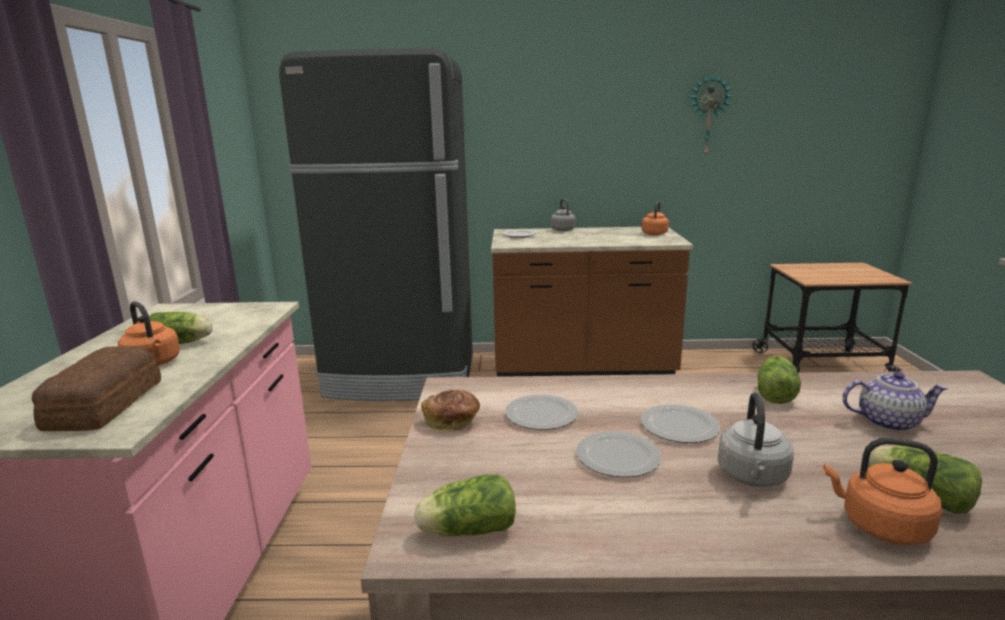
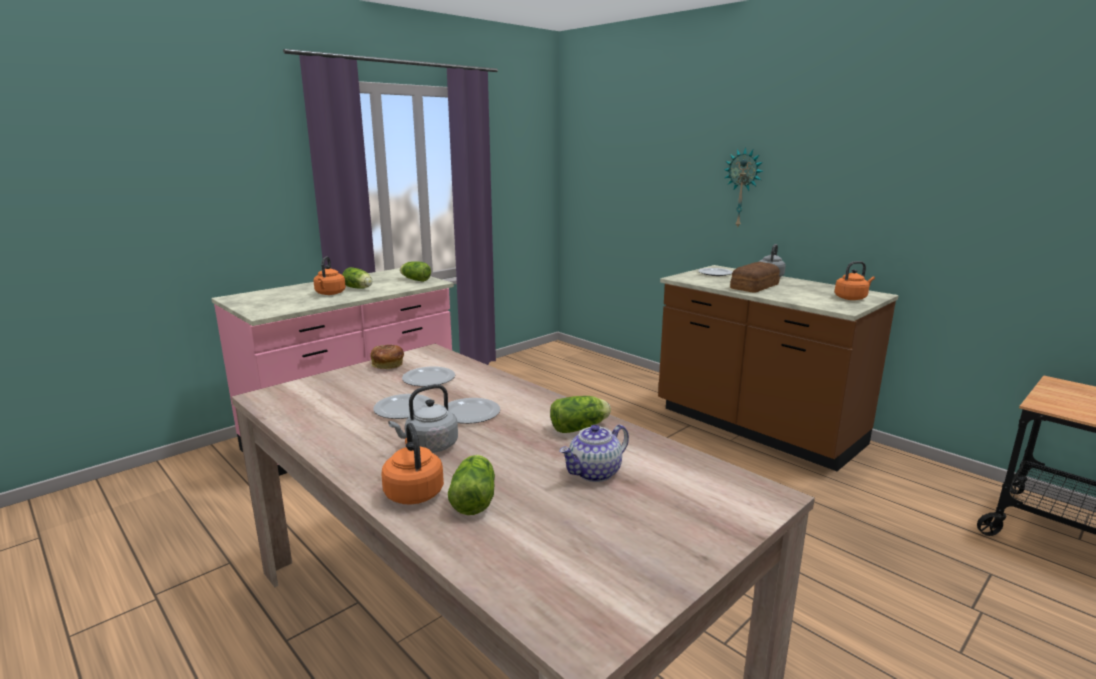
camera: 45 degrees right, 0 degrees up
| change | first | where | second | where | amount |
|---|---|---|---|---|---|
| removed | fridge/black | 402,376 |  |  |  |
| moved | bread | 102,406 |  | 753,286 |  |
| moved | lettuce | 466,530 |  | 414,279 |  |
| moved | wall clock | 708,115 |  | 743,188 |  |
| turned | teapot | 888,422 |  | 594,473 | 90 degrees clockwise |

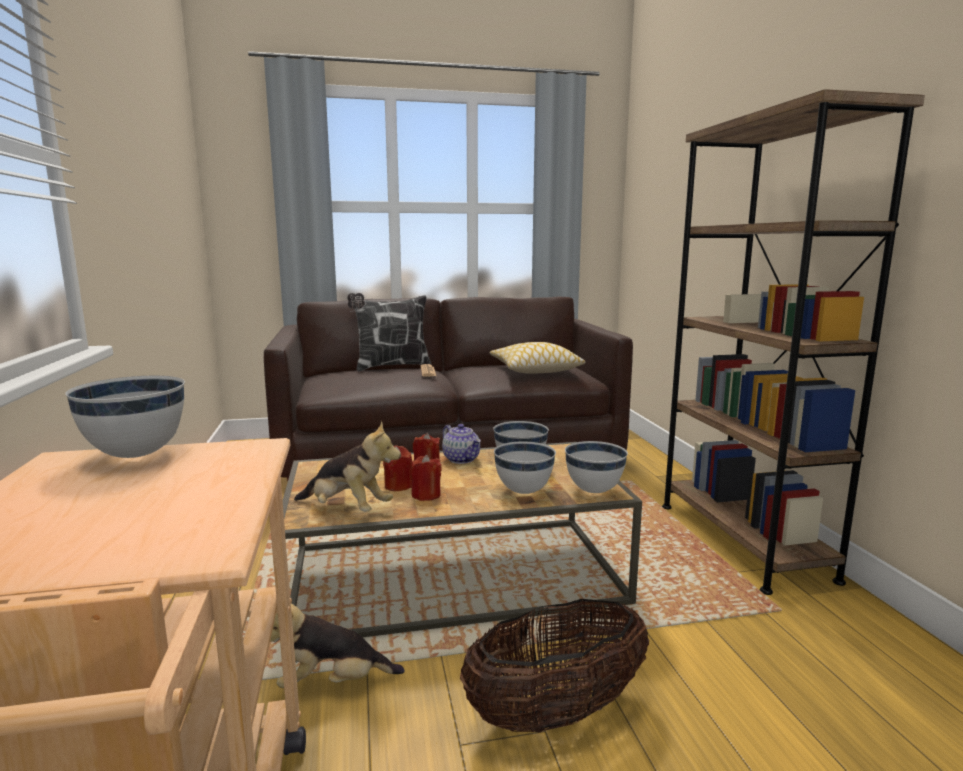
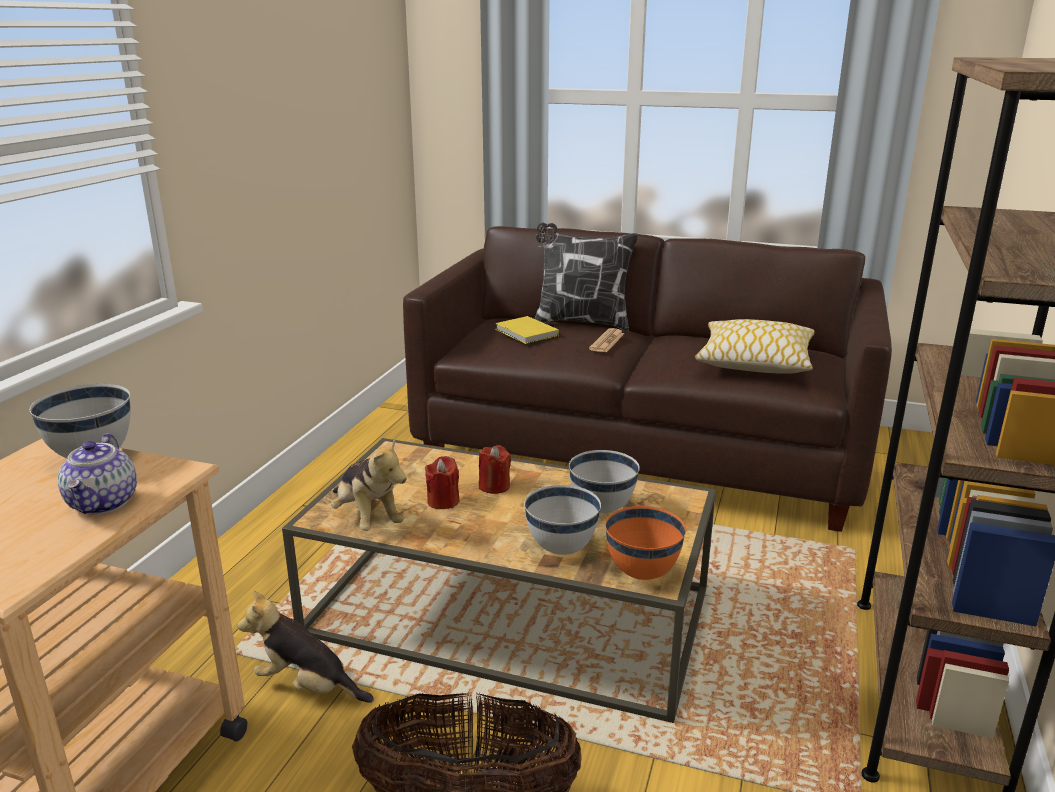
camera: 30 degrees right, 10 degrees up
| change | first | where | second | where | amount |
|---|---|---|---|---|---|
| removed | candle/red | 426,495 |  |  |  |
| added |  |  | book/yellow | 526,333 |  |
| moved | teapot | 462,459 |  | 104,503 |  |
| recoloured | bowl/white | 593,491 | bowl/orange | 641,573 |  |

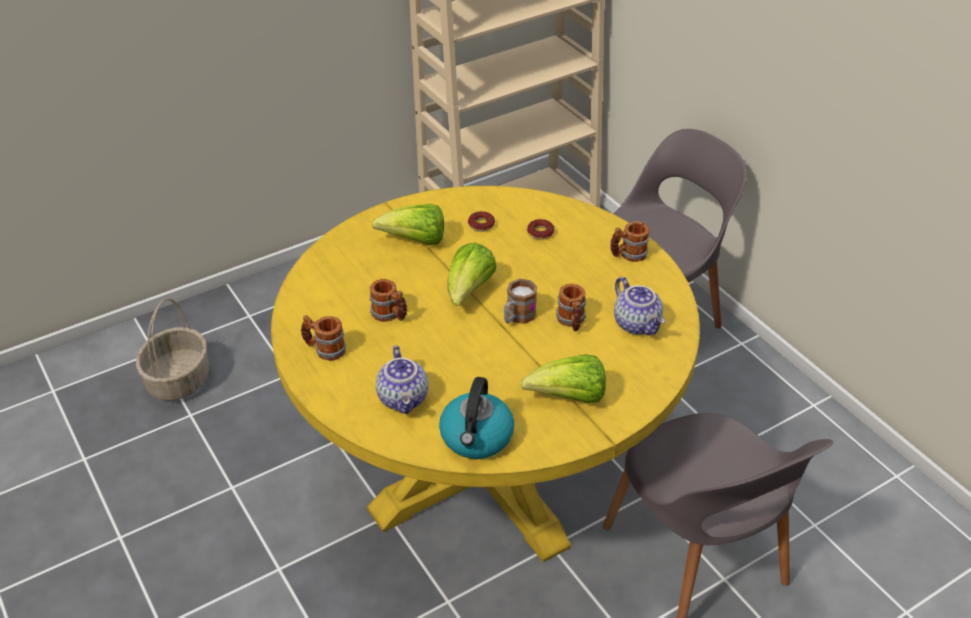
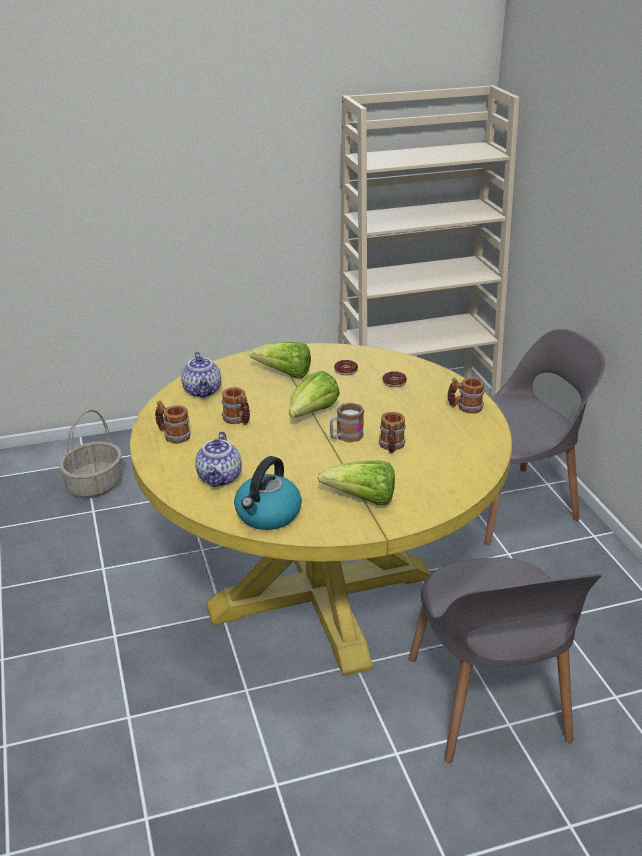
camera: 15 degrees right, 10 degrees down
| change | first | where | second | where | amount |
|---|---|---|---|---|---|
| moved | teapot | 638,324 |  | 203,391 |  |

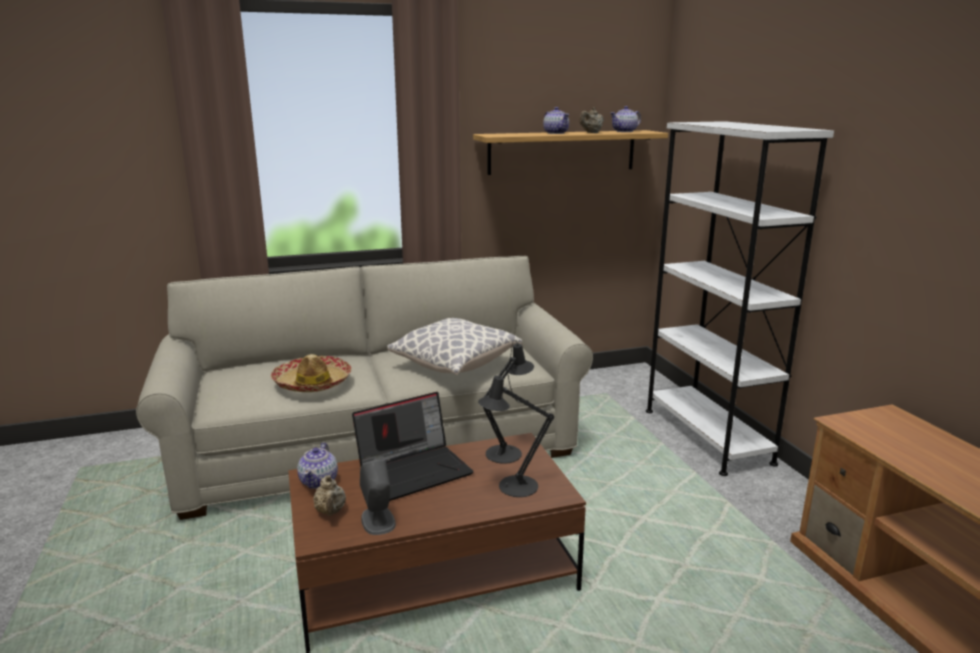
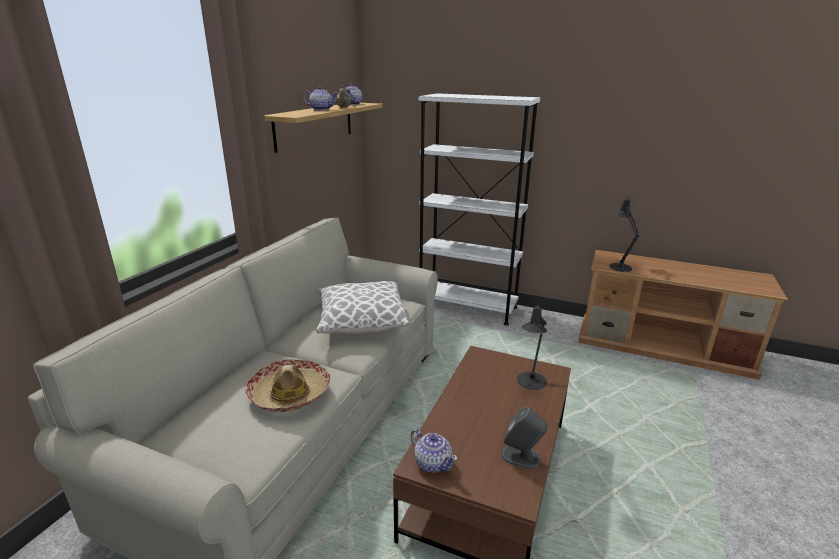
camera: 50 degrees left, 5 degrees up
| change | first | where | second | where | amount |
|---|---|---|---|---|---|
| removed | teapot/beige | 330,512 |  |  |  |
| removed | laptop | 415,470 |  |  |  |
| moved | table lamp/black | 507,452 |  | 618,266 |  |

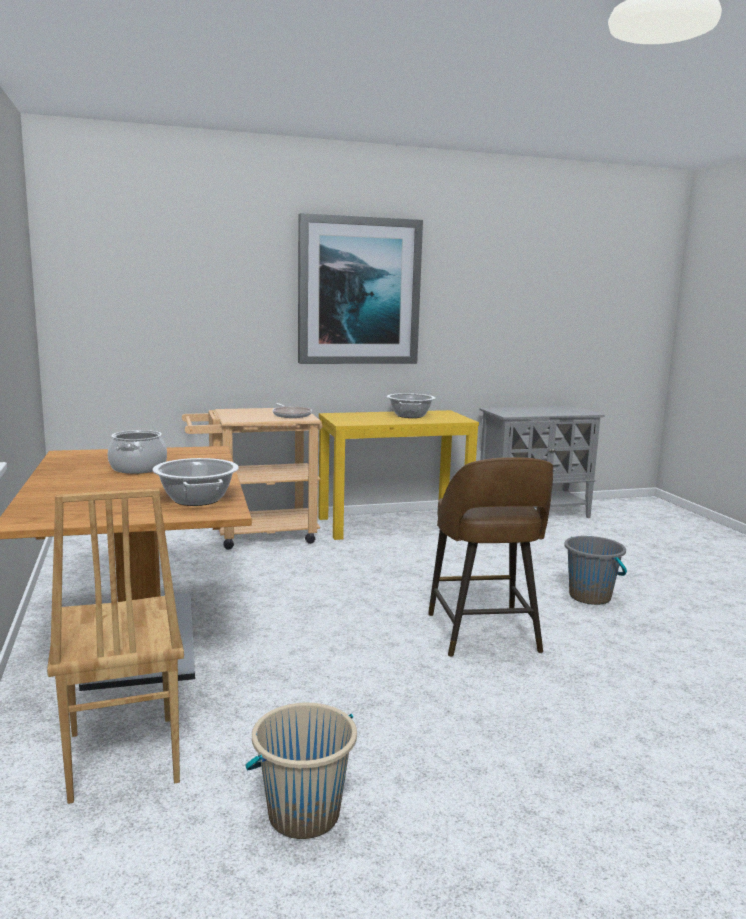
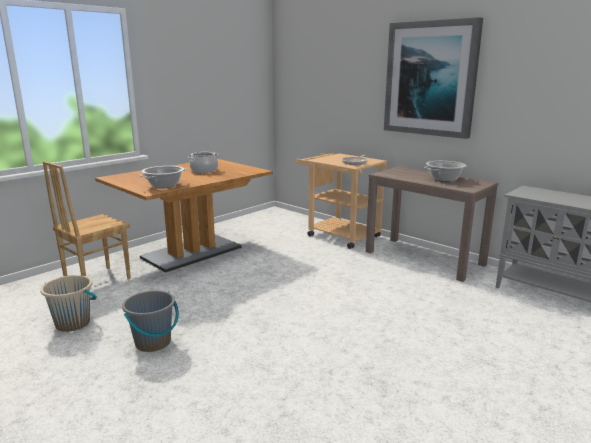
camera: 60 degrees right, 5 degrees up
| change | first | where | second | where | amount |
|---|---|---|---|---|---|
| removed | stool/brown | 483,634 |  |  |  |
| moved | bucket/grey | 590,596 |  | 153,343 |  |
| recoloured | console table/yellow | 394,523 | console table/brown | 424,258 |  |

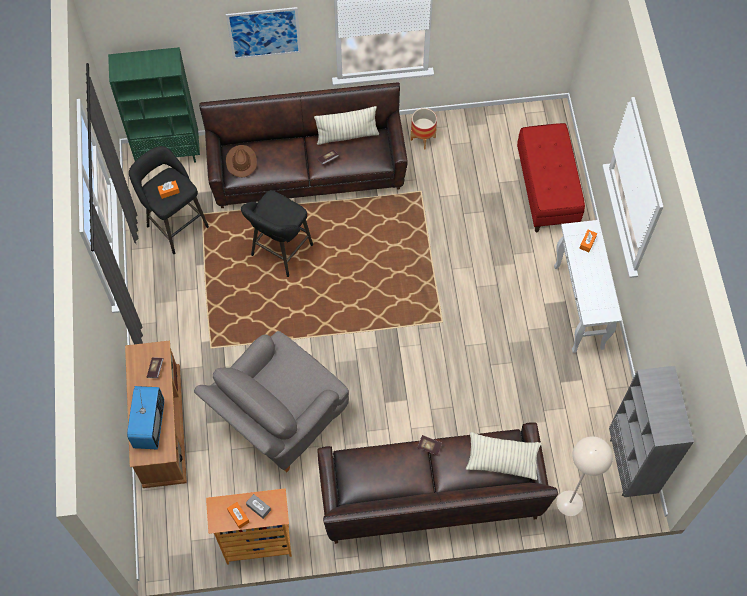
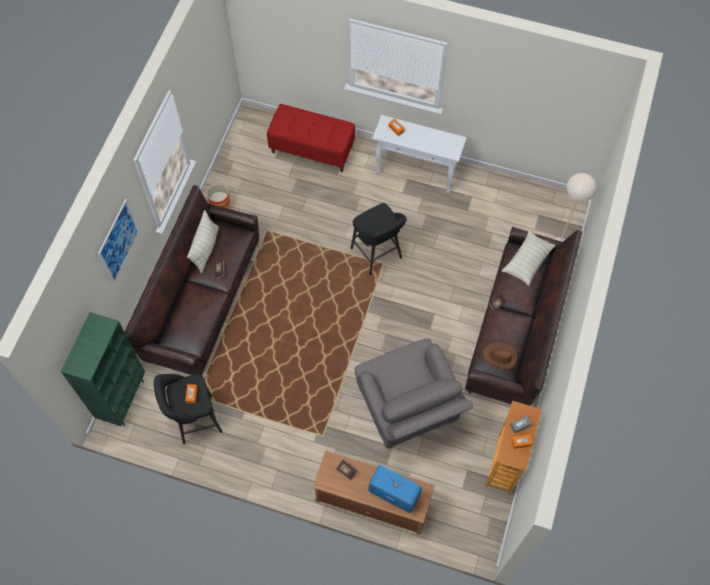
camera: 65 degrees left, 0 degrees up
| change | first | where | second | where | amount |
|---|---|---|---|---|---|
| removed | bookcase/grey | 630,466 |  |  |  |
| moved | hat/brown | 241,162 |  | 500,356 |  |
| moved | stool/black | 280,253 |  | 377,255 |  |

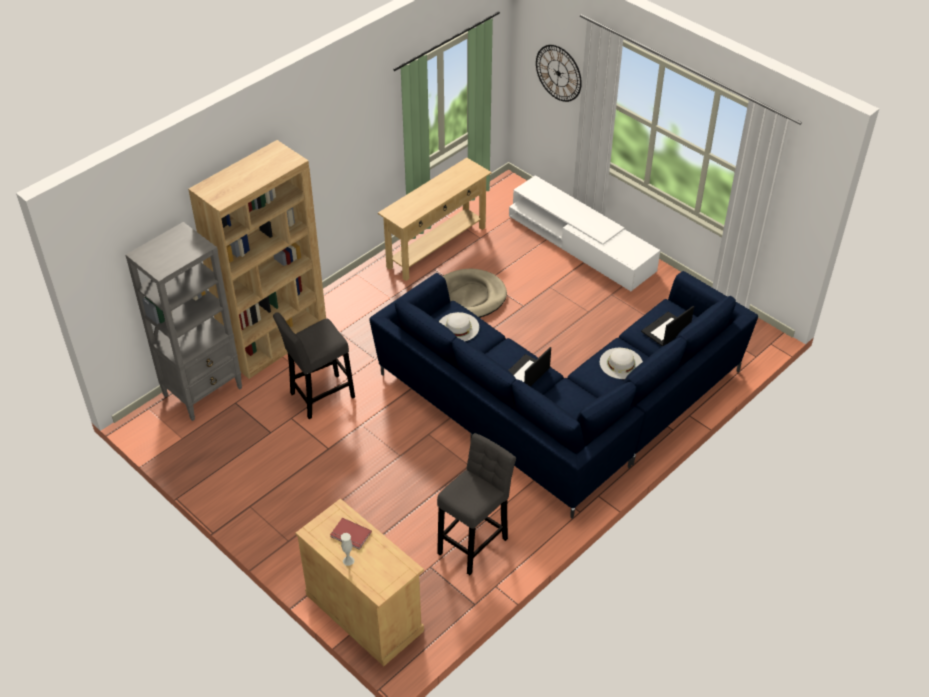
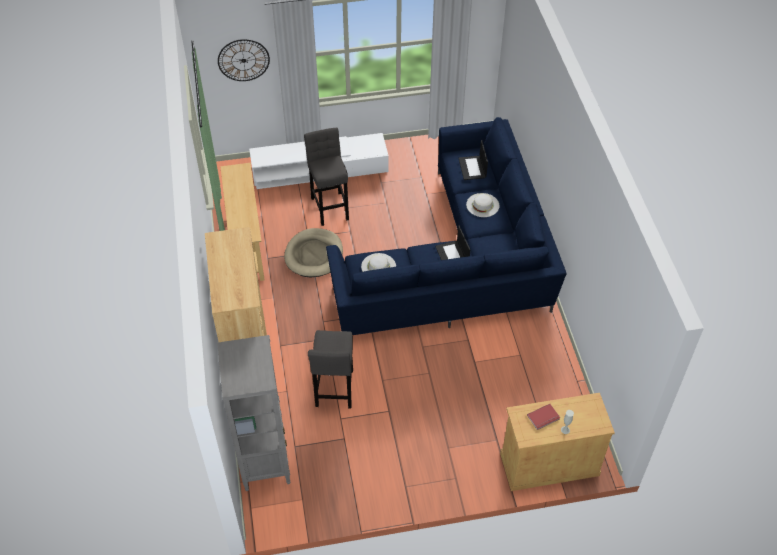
camera: 55 degrees left, 5 degrees up
| change | first | where | second | where | amount |
|---|---|---|---|---|---|
| moved | stool/grey | 475,543 |  | 330,206 |  |

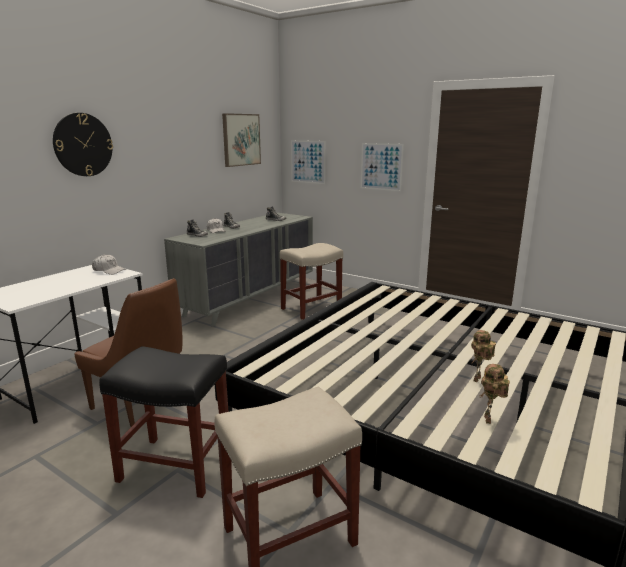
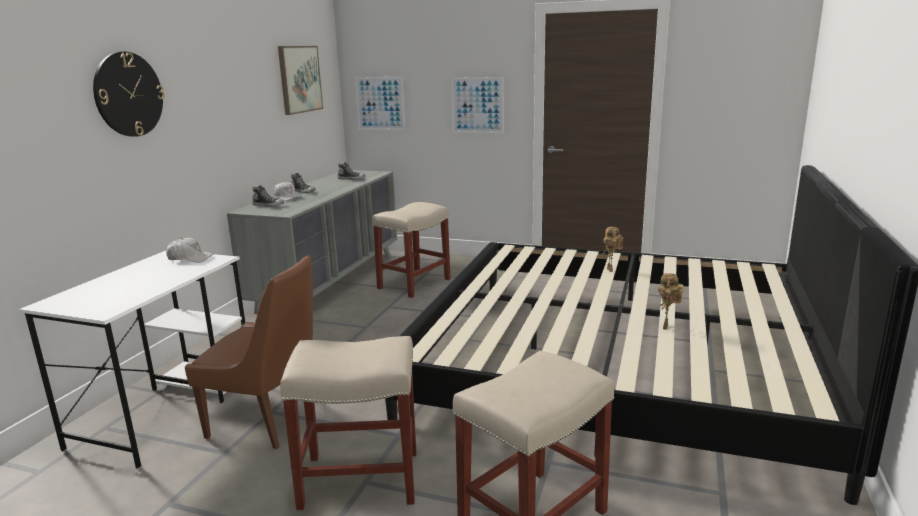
camera: 15 degrees left, 0 degrees up
| change | first | where | second | where | amount |
|---|---|---|---|---|---|
| moved | toy robot | 489,420 |  | 611,270 |  |
| recoloured | stool/black | 177,466 | stool/beige | 362,478 |  |

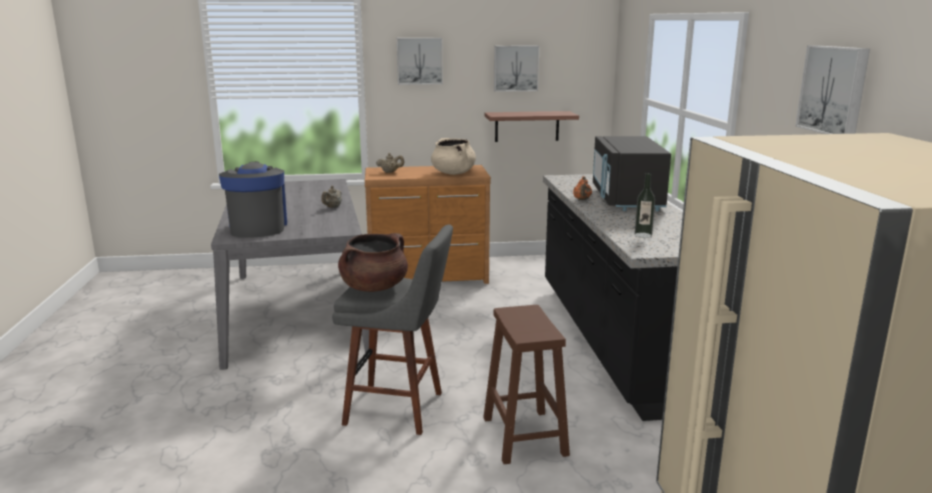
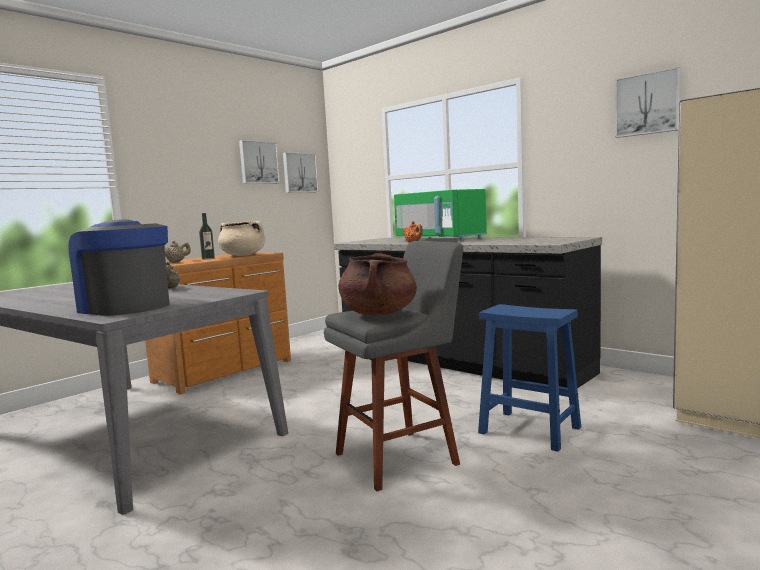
camera: 40 degrees left, 10 degrees down
| change | first | where | second | where | amount |
|---|---|---|---|---|---|
| removed | shelf | 527,126 |  |  |  |
| moved | picture | 419,61 |  | 299,173 |  |
| moved | bottle | 643,235 |  | 208,259 |  |
| recoloured | stool/brown | 523,435 | stool/blue | 527,430 |  |
| recoloured | microwave/black | 626,199 | microwave/green | 440,239 |  |

